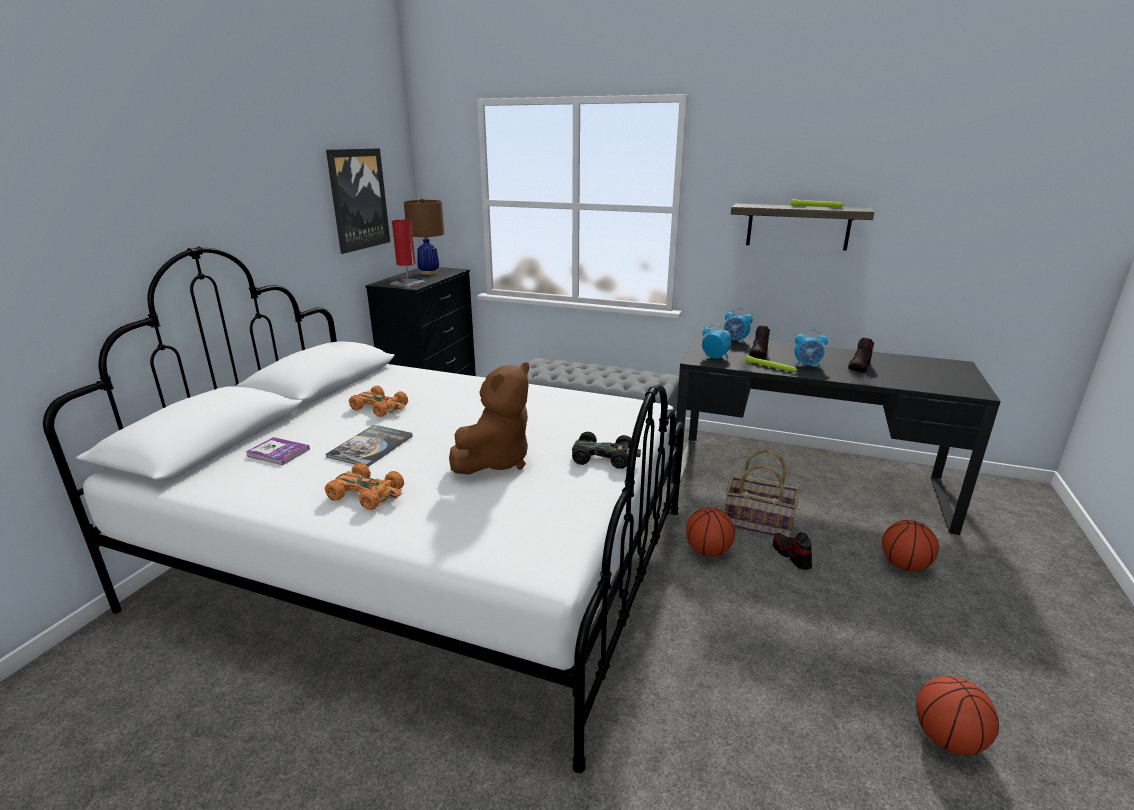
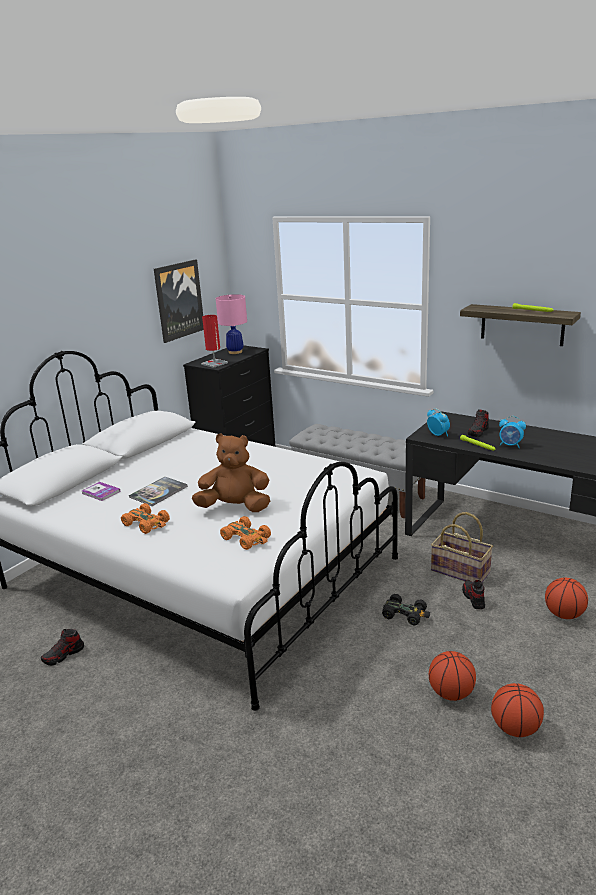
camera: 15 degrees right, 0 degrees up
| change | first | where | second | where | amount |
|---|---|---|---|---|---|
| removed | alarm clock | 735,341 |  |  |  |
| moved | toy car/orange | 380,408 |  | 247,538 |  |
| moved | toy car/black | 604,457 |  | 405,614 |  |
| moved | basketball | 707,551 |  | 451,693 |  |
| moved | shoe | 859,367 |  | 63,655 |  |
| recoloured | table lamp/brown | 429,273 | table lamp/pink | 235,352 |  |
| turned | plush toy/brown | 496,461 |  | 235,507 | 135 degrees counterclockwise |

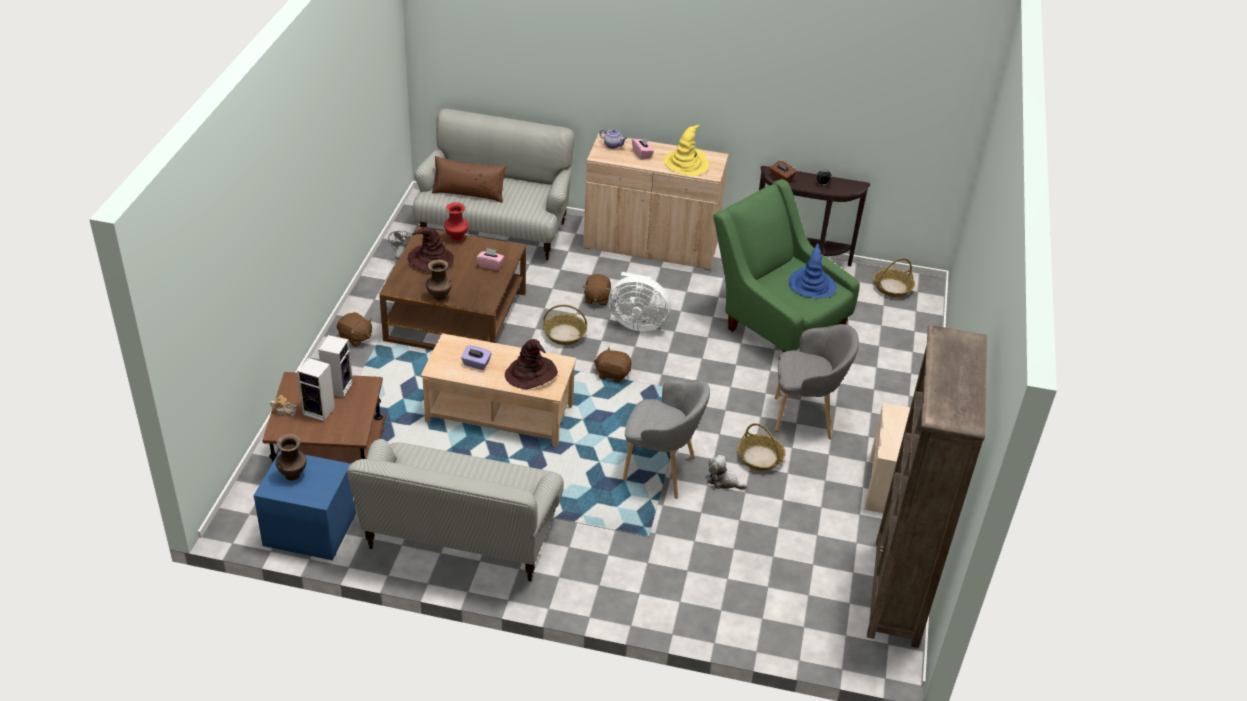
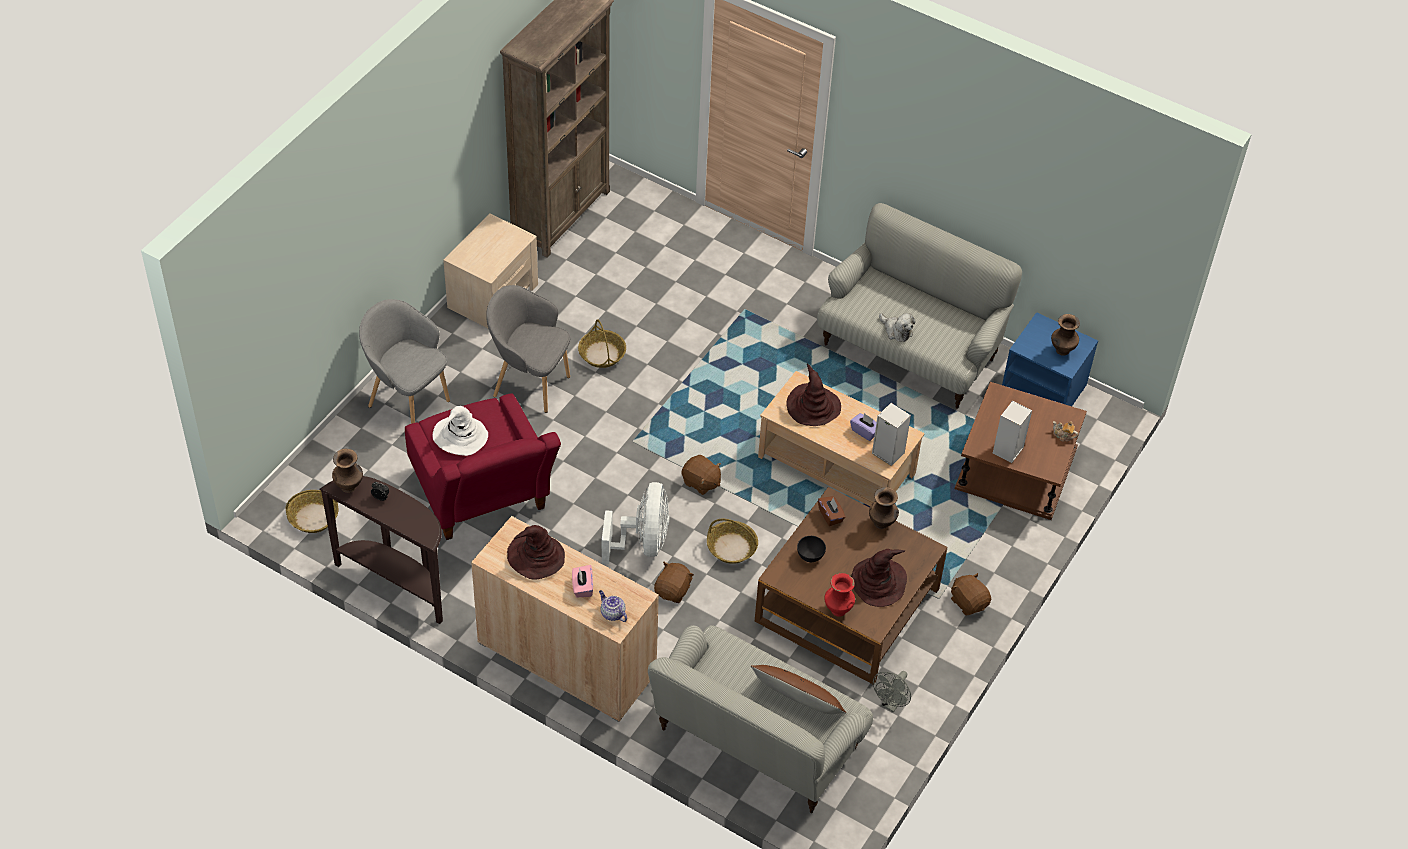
camera: 160 degrees left, 10 degrees up
| change | first | where | second | where | amount |
|---|---|---|---|---|---|
| added |  |  | vase/brown | 349,486 |  |
| moved | speaker | 320,411 |  | 886,453 |  |
| moved | armchair/grey | 661,471 |  | 408,400 |  |
| moved | plush toy | 723,481 |  | 896,331 |  |
| moved | tissue box/brown | 781,178 |  | 830,516 |  |
| replaced | tissue box/pink | 490,265 | bowl/black | 810,556 |  |
| recoloured | hat/yellow | 686,163 | hat/brown | 535,556 |  |
| recoloured | armchair/green | 777,324 | armchair/red | 484,501 |  |
| recoloured | hat/blue | 812,285 | hat/white | 459,437 |  |
| turned | fan/white | 637,322 |  | 642,543 | 60 degrees clockwise |

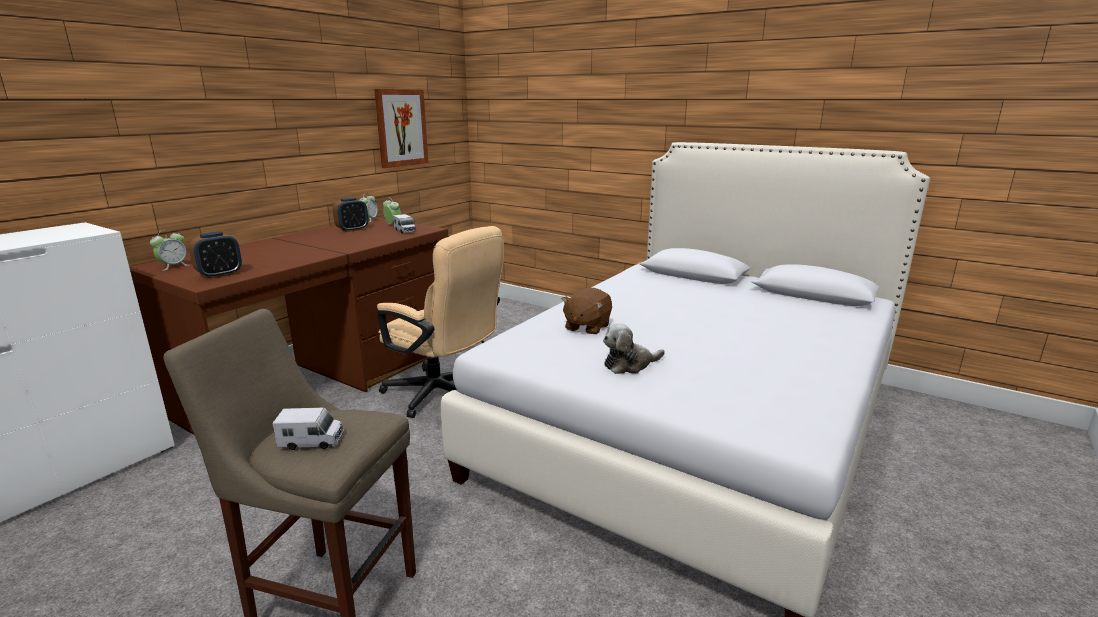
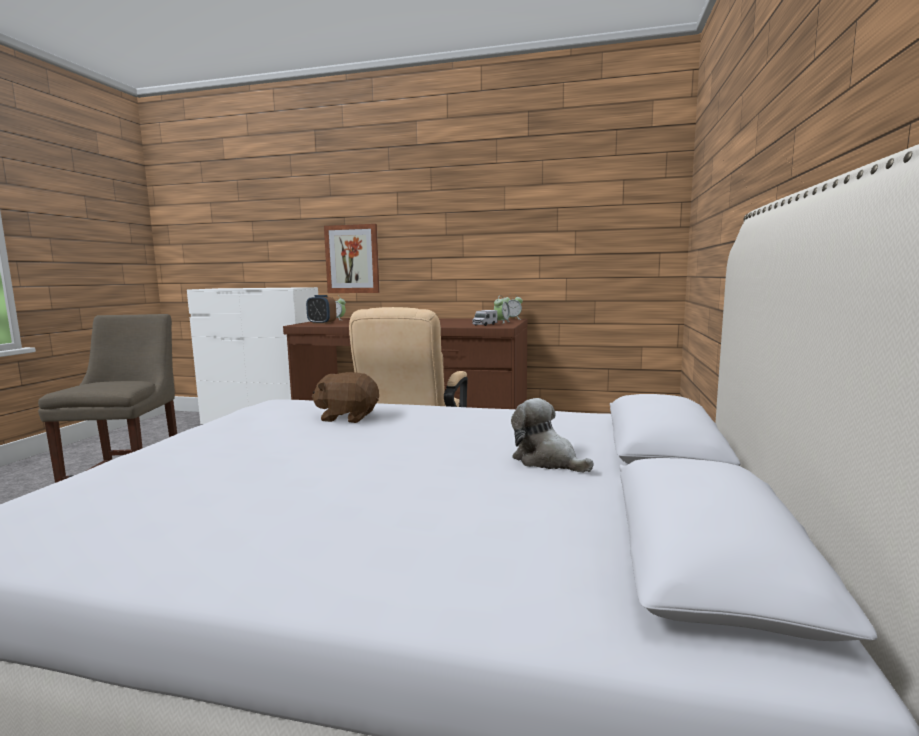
camera: 70 degrees right, 10 degrees down
| change | first | where | second | where | amount |
|---|---|---|---|---|---|
| removed | toy truck | 311,441 |  |  |  |
| removed | alarm clock | 352,229 |  |  |  |
| moved | picture | 401,128 |  | 352,259 |  |
| moved | plush toy | 629,364 |  | 547,461 |  |

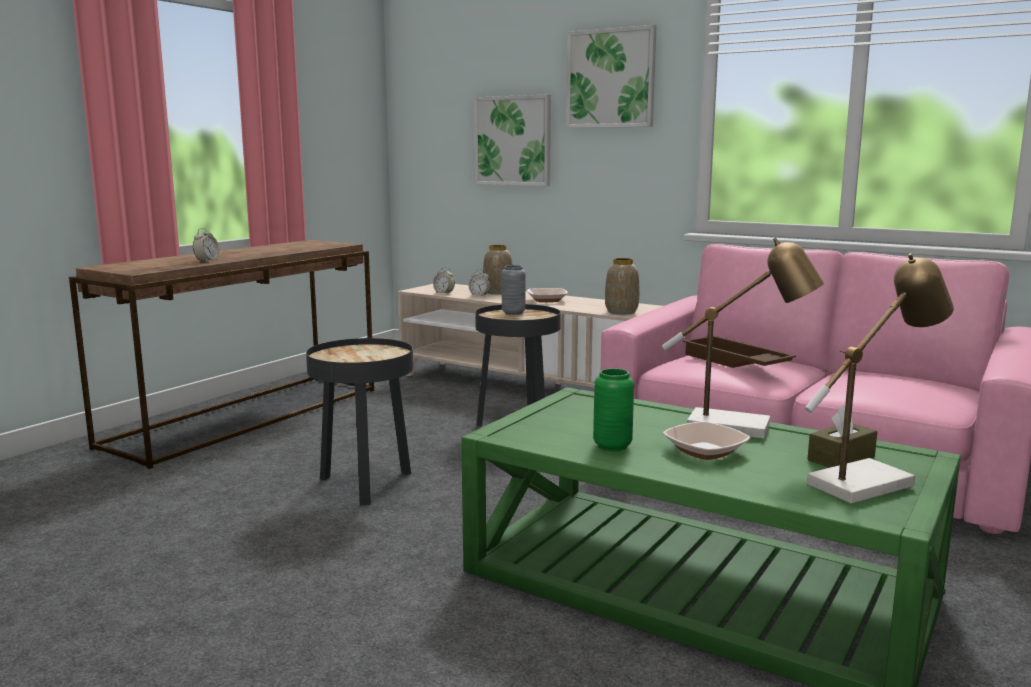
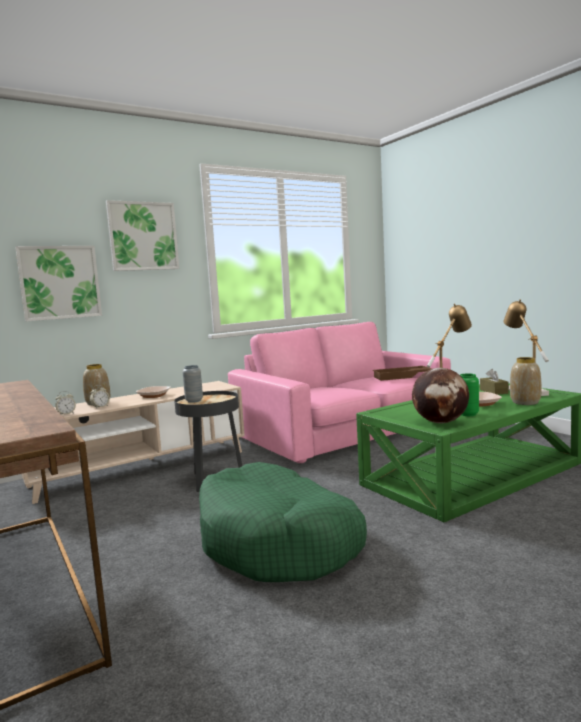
camera: 65 degrees left, 5 degrees down
| change | first | where | second | where | amount |
|---|---|---|---|---|---|
| removed | alarm clock | 207,261 |  |  |  |
| added |  |  | globe | 441,422 |  |
| moved | vase | 621,312 |  | 525,402 |  |
| moved | tray/brown | 734,362 |  | 402,377 |  |
| replaced | side table/black | 365,484 | dog bed/green | 278,541 |  |

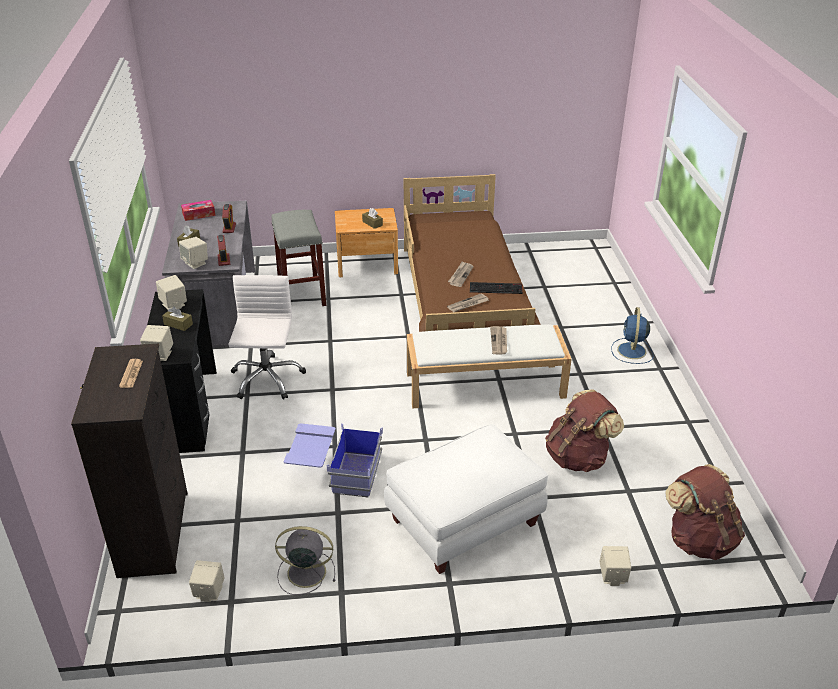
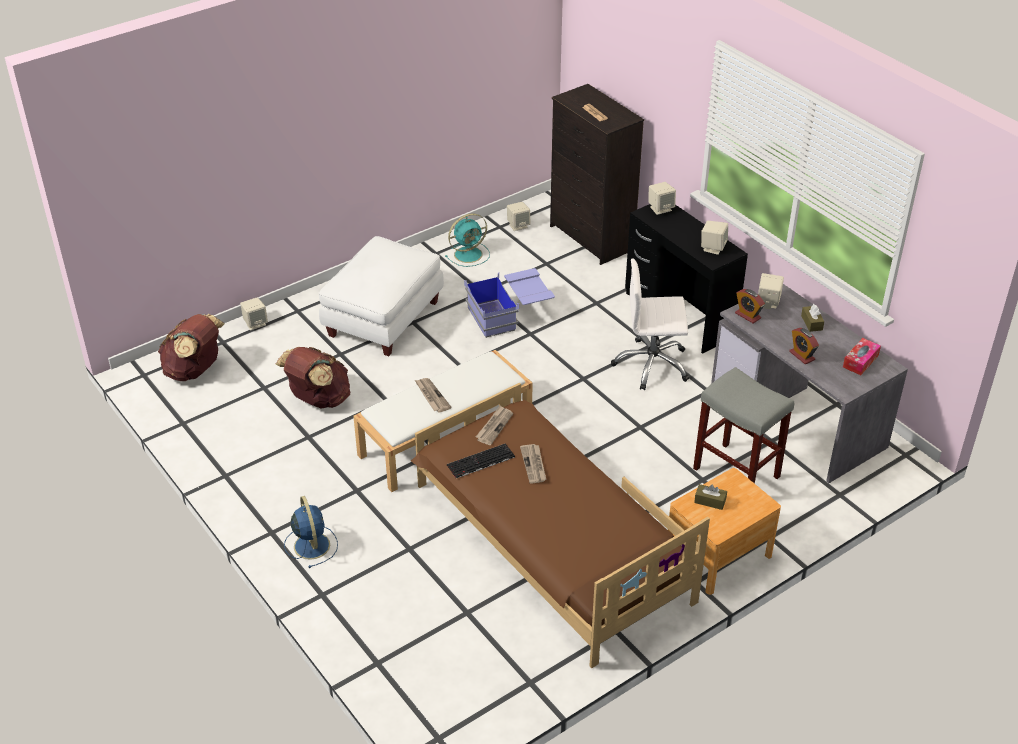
camera: 150 degrees right, 5 degrees up
| change | first | where | second | where | amount |
|---|---|---|---|---|---|
| removed | tissue box/brown | 178,324 |  |  |  |
| recoloured | fan/grey | 304,572 | fan/turquoise | 469,254 |  |
| turned | office chair/white | 266,379 |  | 652,365 | 120 degrees clockwise |

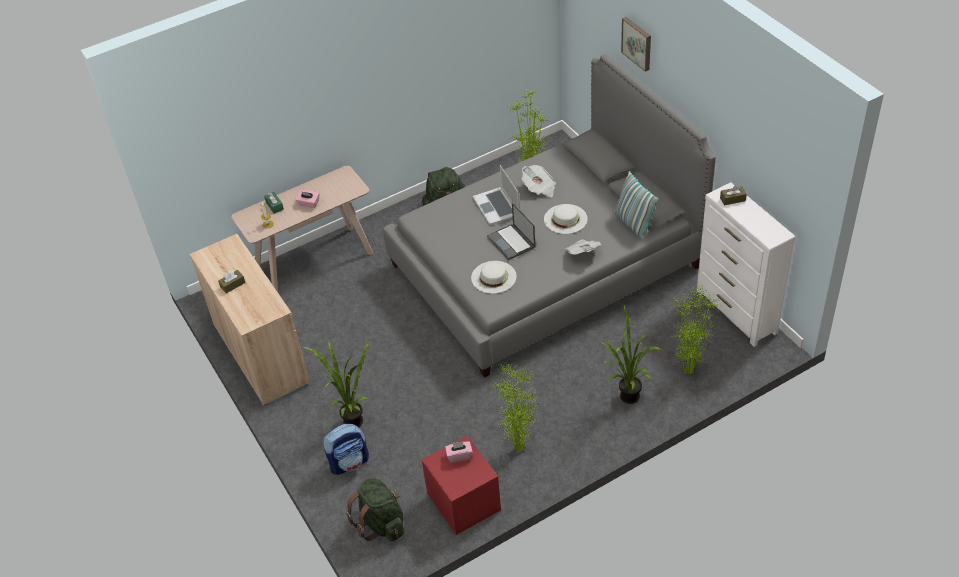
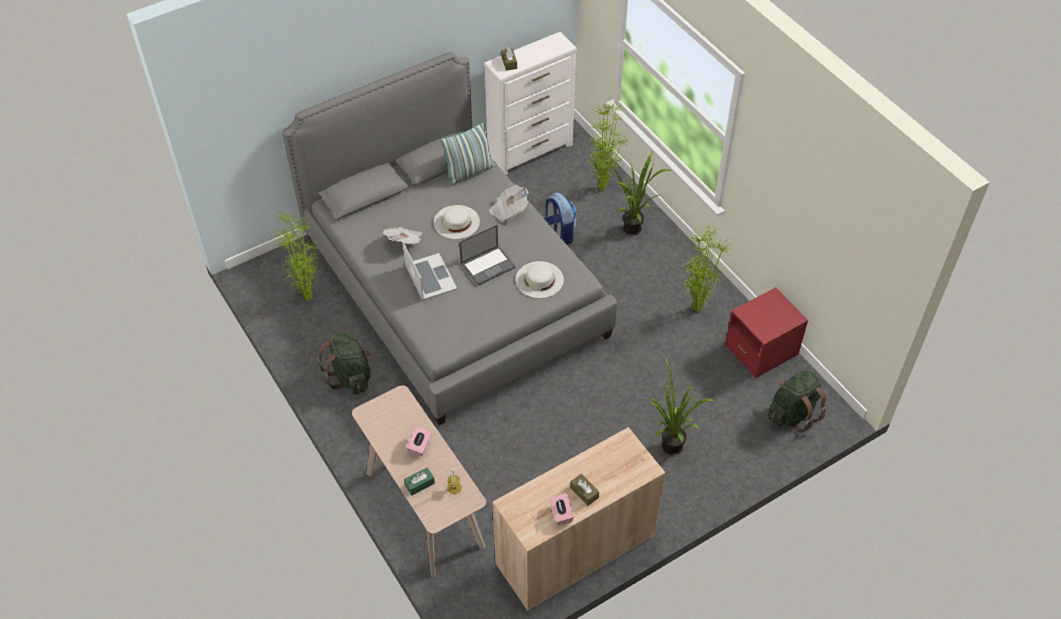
camera: 95 degrees left, 5 degrees up
| change | first | where | second | where | amount |
|---|---|---|---|---|---|
| removed | picture | 637,43 |  |  |  |
| moved | backpack | 349,462 |  | 558,233 |  |
| moved | tissue box/pink | 459,456 |  | 561,514 |  |
| turned | laptop | 496,206 |  | 430,277 | 90 degrees counterclockwise |

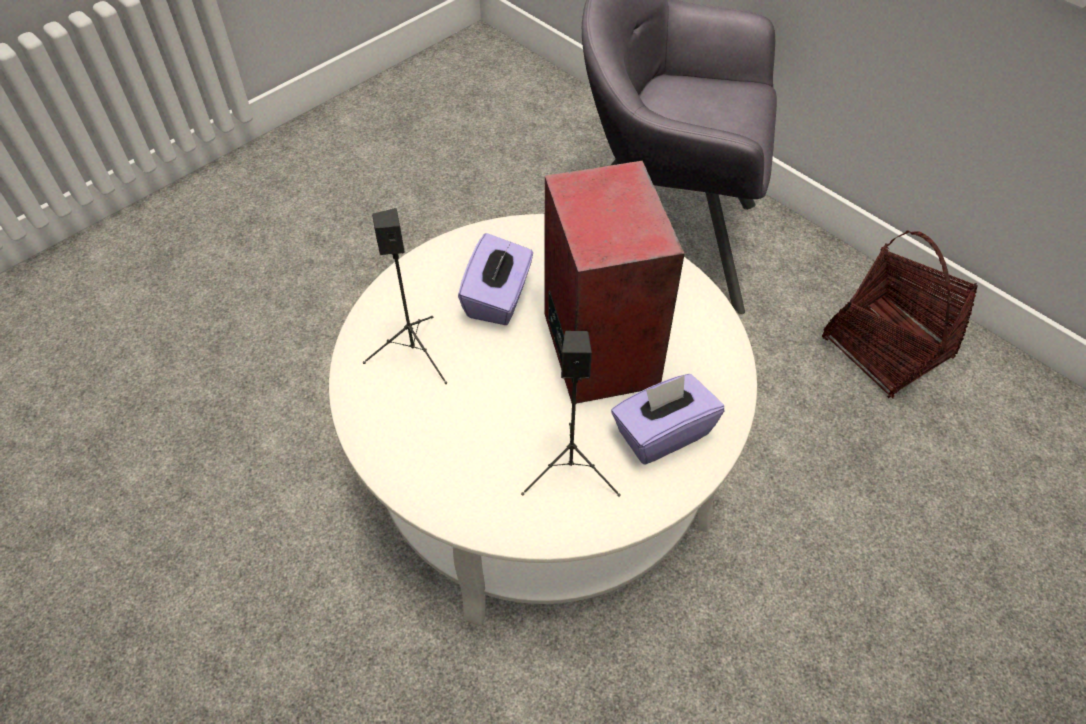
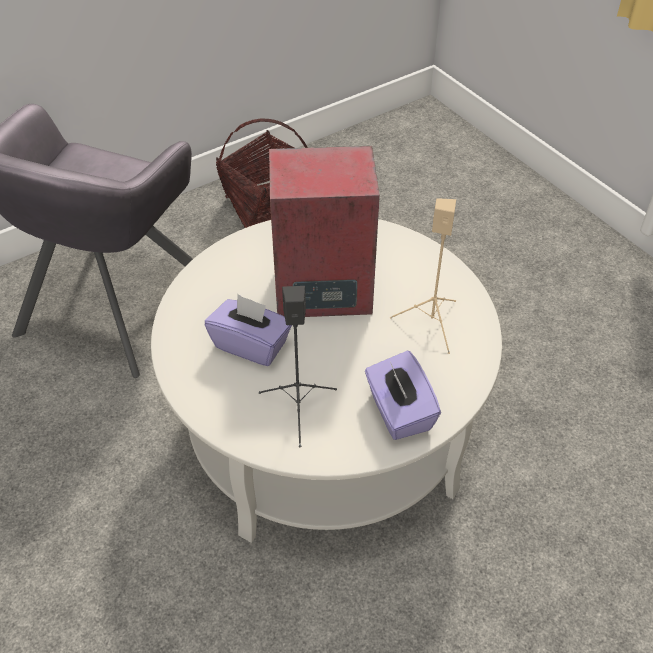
camera: 80 degrees left, 5 degrees down
| change | first | where | second | where | amount |
|---|---|---|---|---|---|
| moved | tissue box/purple | 662,433 |  | 399,412 |  |
| recoloured | speaker/black | 572,470 | speaker/beige | 431,322 |  |

